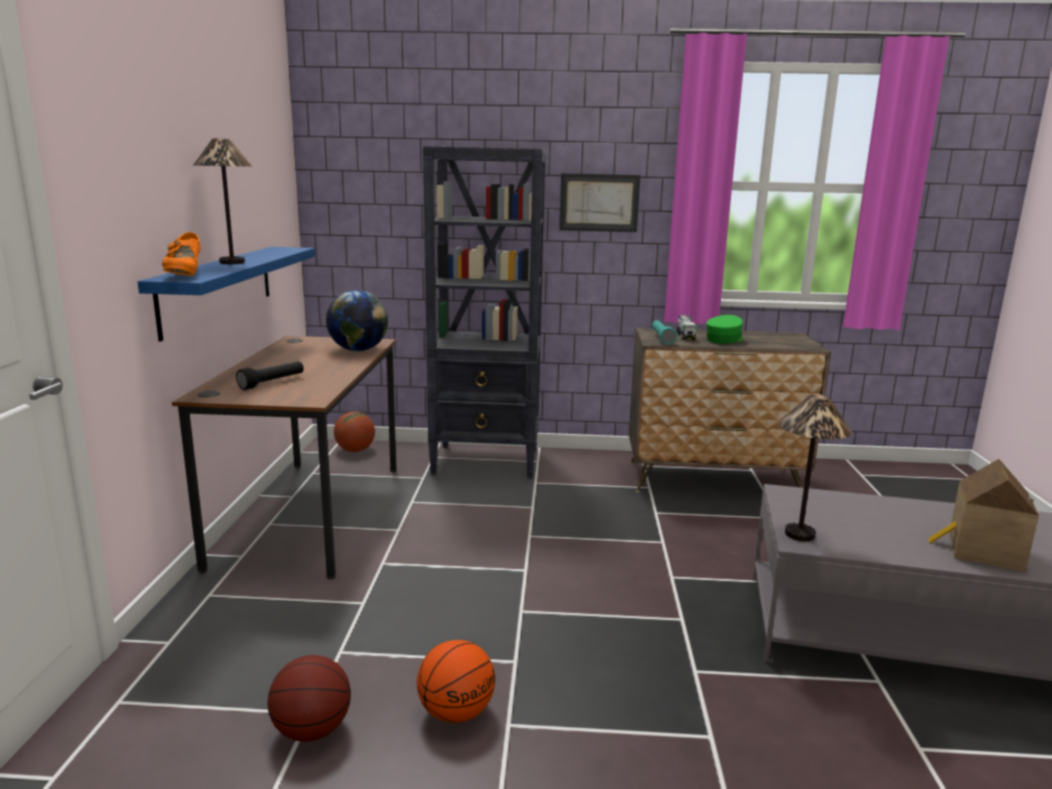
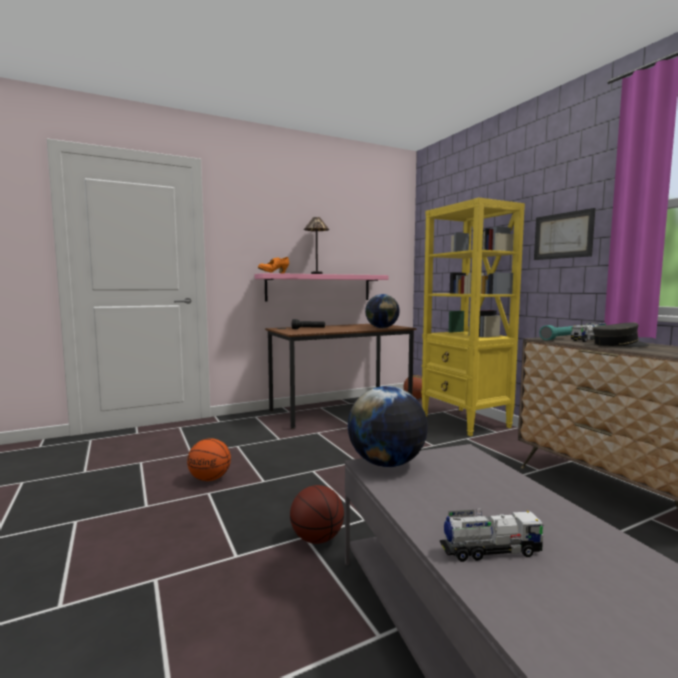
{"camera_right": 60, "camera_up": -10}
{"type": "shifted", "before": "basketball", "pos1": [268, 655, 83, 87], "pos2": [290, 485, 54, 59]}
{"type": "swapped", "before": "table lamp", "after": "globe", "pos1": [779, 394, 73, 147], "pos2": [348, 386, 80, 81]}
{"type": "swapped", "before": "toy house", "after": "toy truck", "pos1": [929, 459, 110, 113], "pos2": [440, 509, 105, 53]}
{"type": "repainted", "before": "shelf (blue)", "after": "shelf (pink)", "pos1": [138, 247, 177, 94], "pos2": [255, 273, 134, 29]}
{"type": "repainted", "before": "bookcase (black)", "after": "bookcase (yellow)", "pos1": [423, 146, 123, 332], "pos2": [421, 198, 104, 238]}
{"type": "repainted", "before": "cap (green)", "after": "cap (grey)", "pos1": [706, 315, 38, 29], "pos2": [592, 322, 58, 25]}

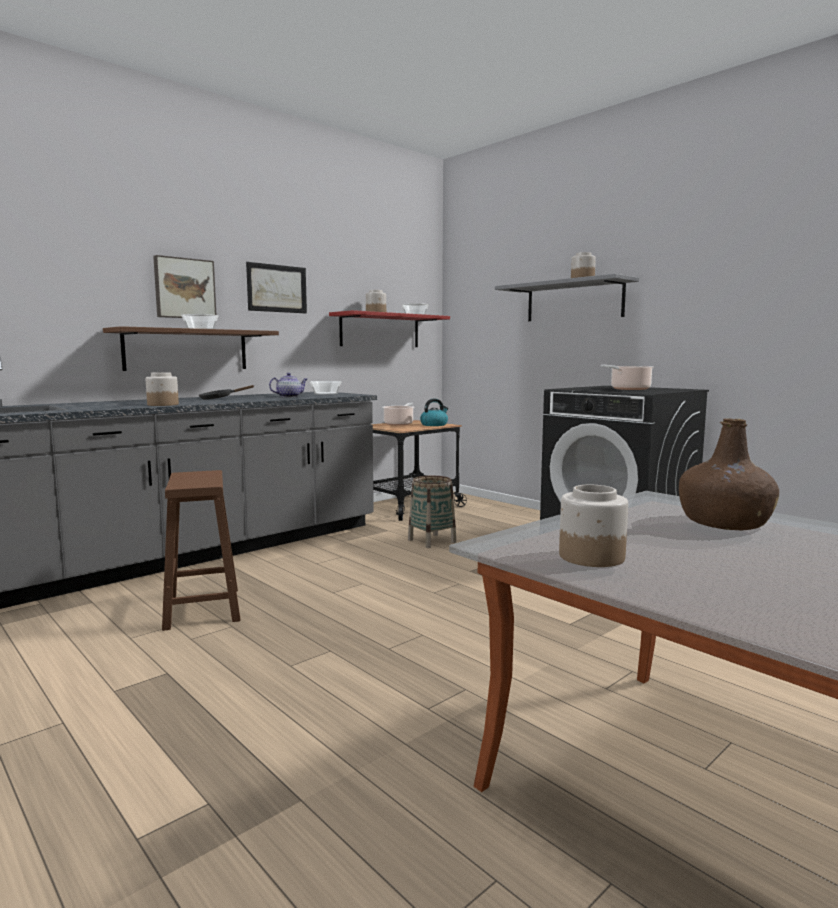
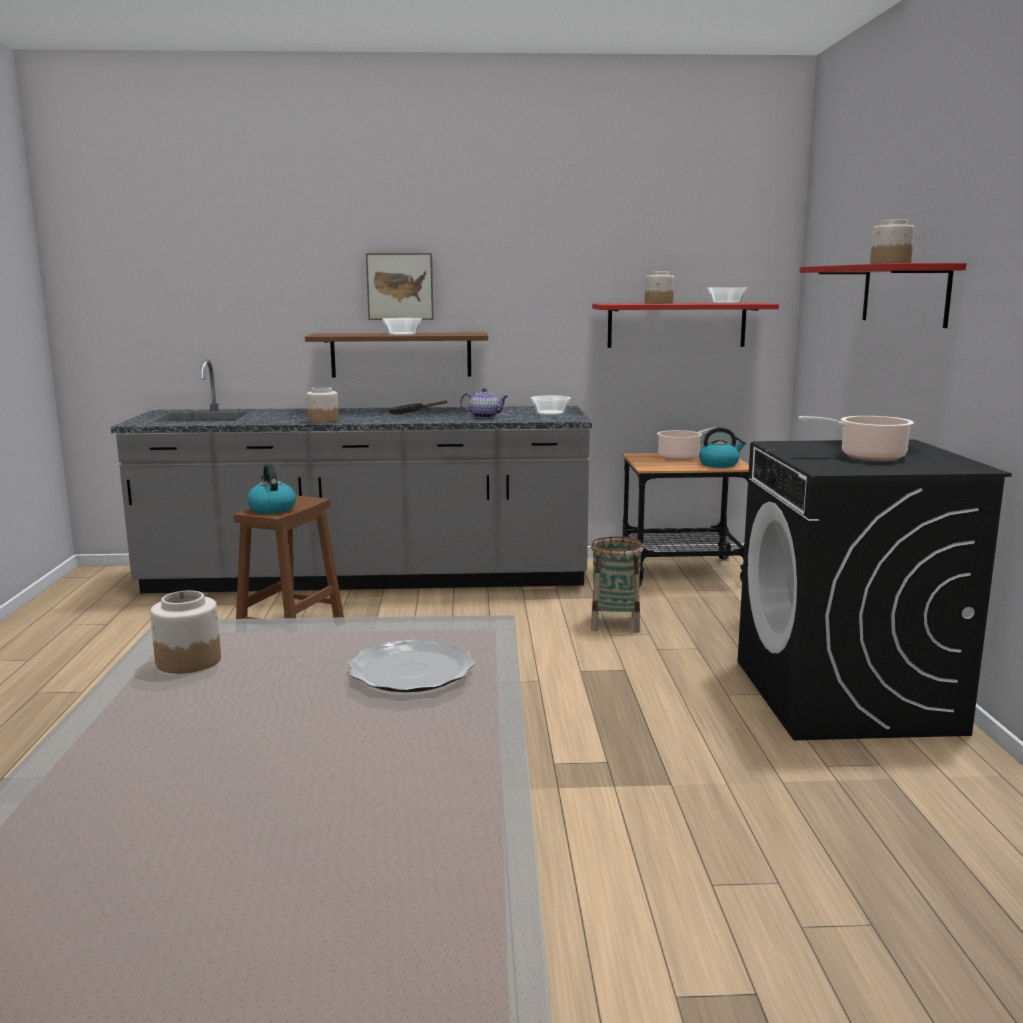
{"camera_right": 40, "camera_up": 5}
{"type": "gone", "before": "picture", "pos1": [246, 262, 61, 51]}
{"type": "new", "after": "kettle", "pos2": [247, 464, 49, 50]}
{"type": "swapped", "before": "bottle (brown)", "after": "plate", "pos1": [679, 418, 100, 112], "pos2": [348, 639, 127, 53]}
{"type": "repainted", "before": "shelf (grey)", "after": "shelf (red)", "pos1": [495, 274, 144, 47], "pos2": [800, 263, 166, 65]}

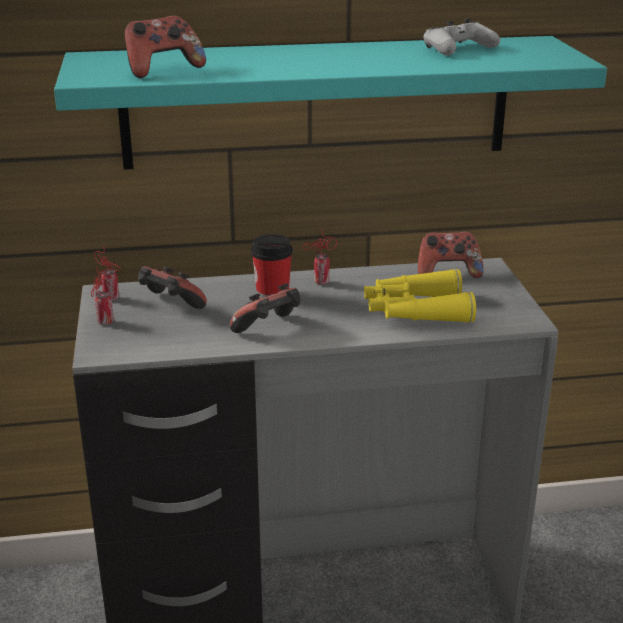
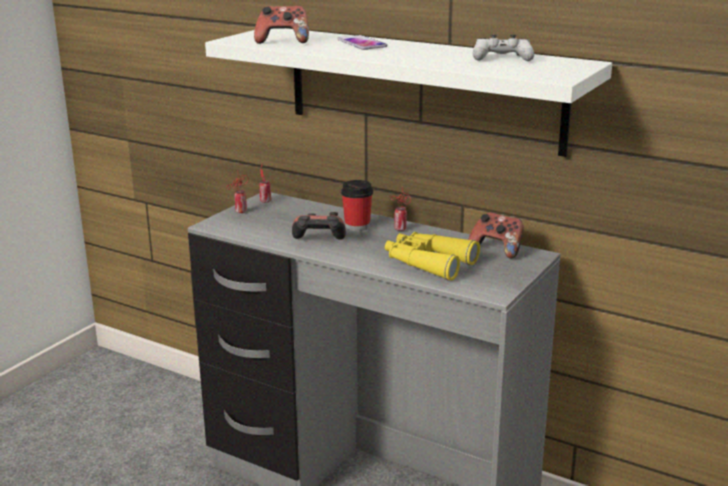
{"camera_right": 40, "camera_up": -5}
{"type": "gone", "before": "game controller", "pos1": [138, 266, 69, 43]}
{"type": "new", "after": "phone", "pos2": [338, 35, 49, 15]}
{"type": "repainted", "before": "shelf (turquoise)", "after": "shelf (white)", "pos1": [54, 36, 553, 134], "pos2": [205, 28, 407, 129]}

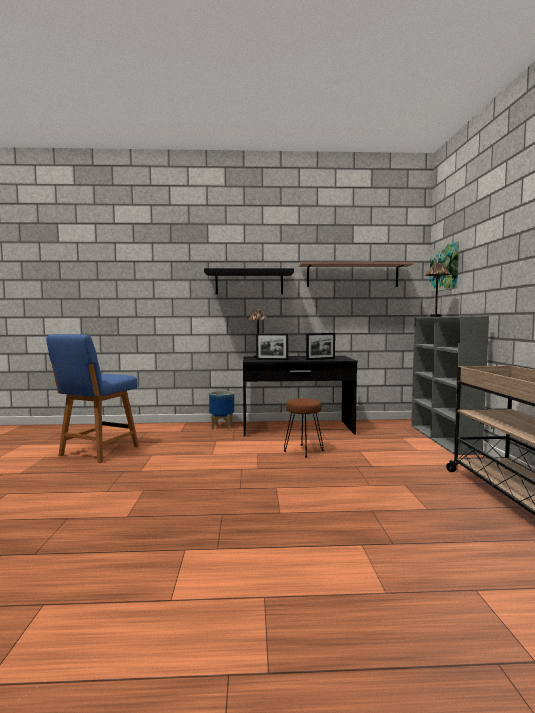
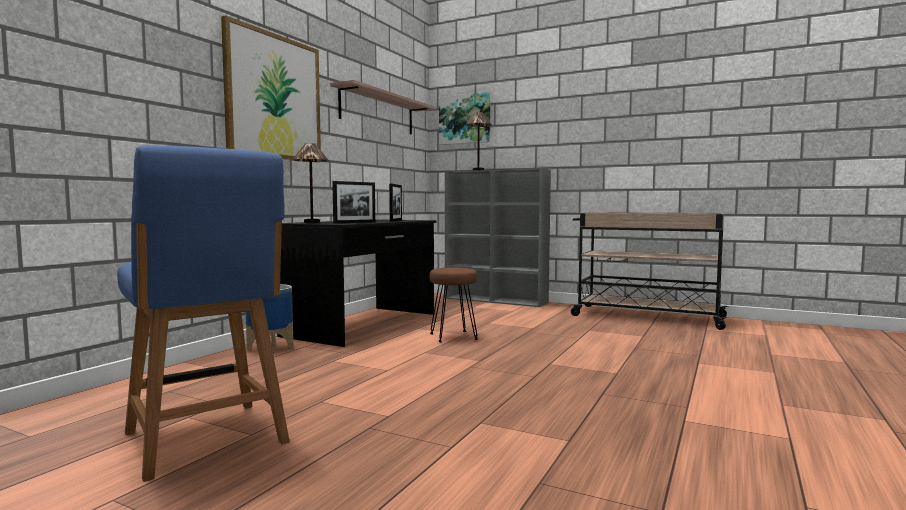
{"camera_right": -60, "camera_up": 0}
{"type": "swapped", "before": "shelf (black)", "after": "picture", "pos1": [204, 268, 90, 26], "pos2": [221, 15, 100, 148]}

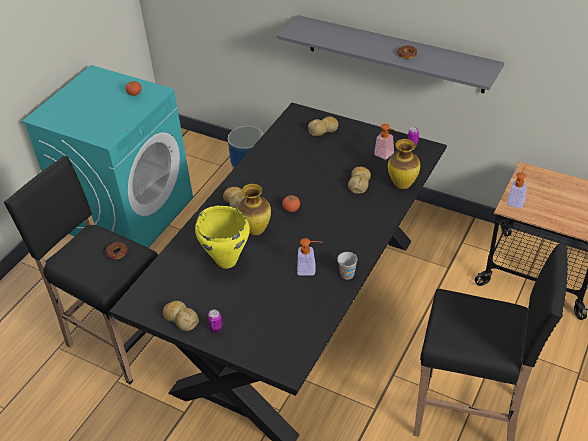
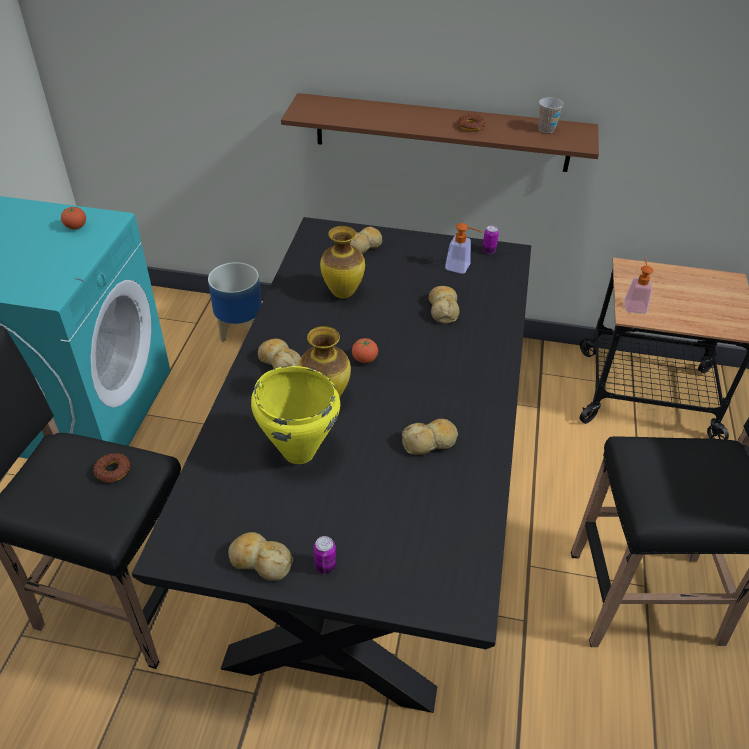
{"camera_right": -20, "camera_up": 0}
{"type": "shifted", "before": "cup", "pos1": [337, 252, 21, 28], "pos2": [538, 97, 26, 36]}
{"type": "shifted", "before": "vase", "pos1": [388, 139, 32, 50], "pos2": [320, 226, 45, 73]}
{"type": "swapped", "before": "soap dispenser", "after": "bread", "pos1": [297, 238, 26, 38], "pos2": [402, 419, 56, 36]}
{"type": "repainted", "before": "shelf (grey)", "after": "shelf (brown)", "pos1": [277, 15, 227, 78], "pos2": [281, 93, 318, 79]}

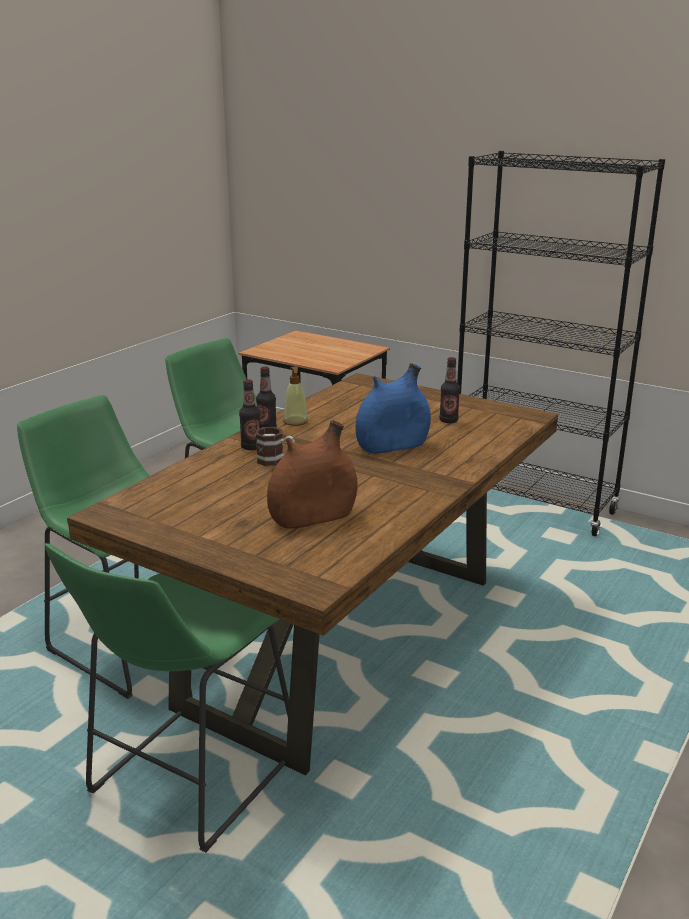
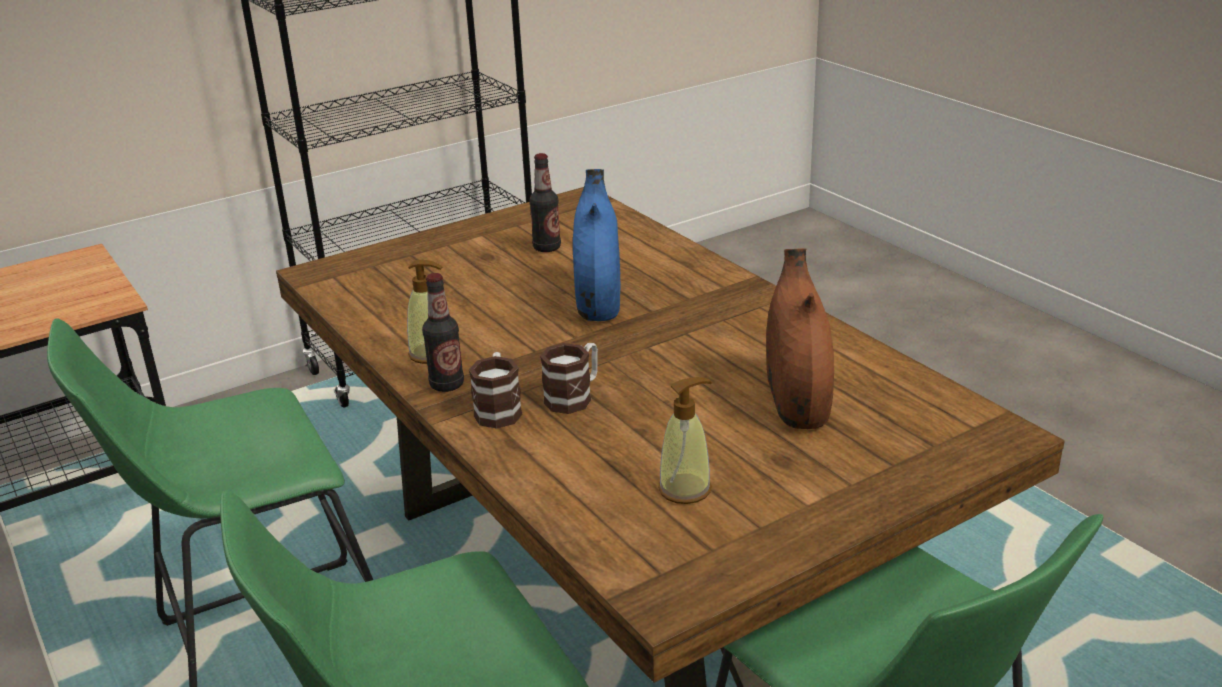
{"camera_right": -65, "camera_up": 5}
{"type": "new", "after": "soap dispenser", "pos2": [658, 377, 54, 127]}
{"type": "swapped", "before": "bottle", "after": "mug", "pos1": [239, 379, 21, 71], "pos2": [469, 352, 53, 77]}

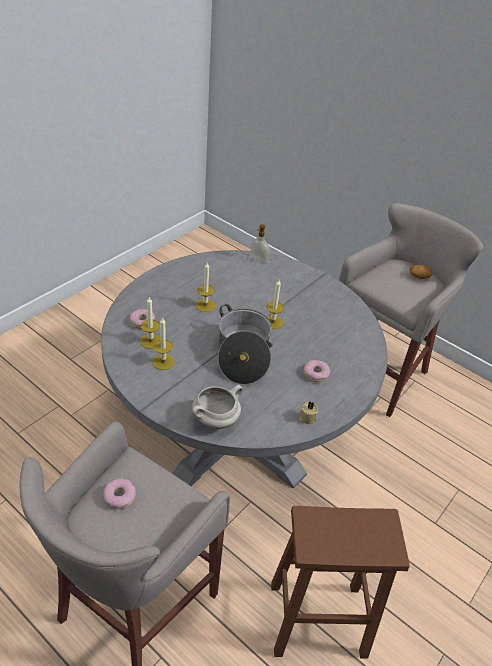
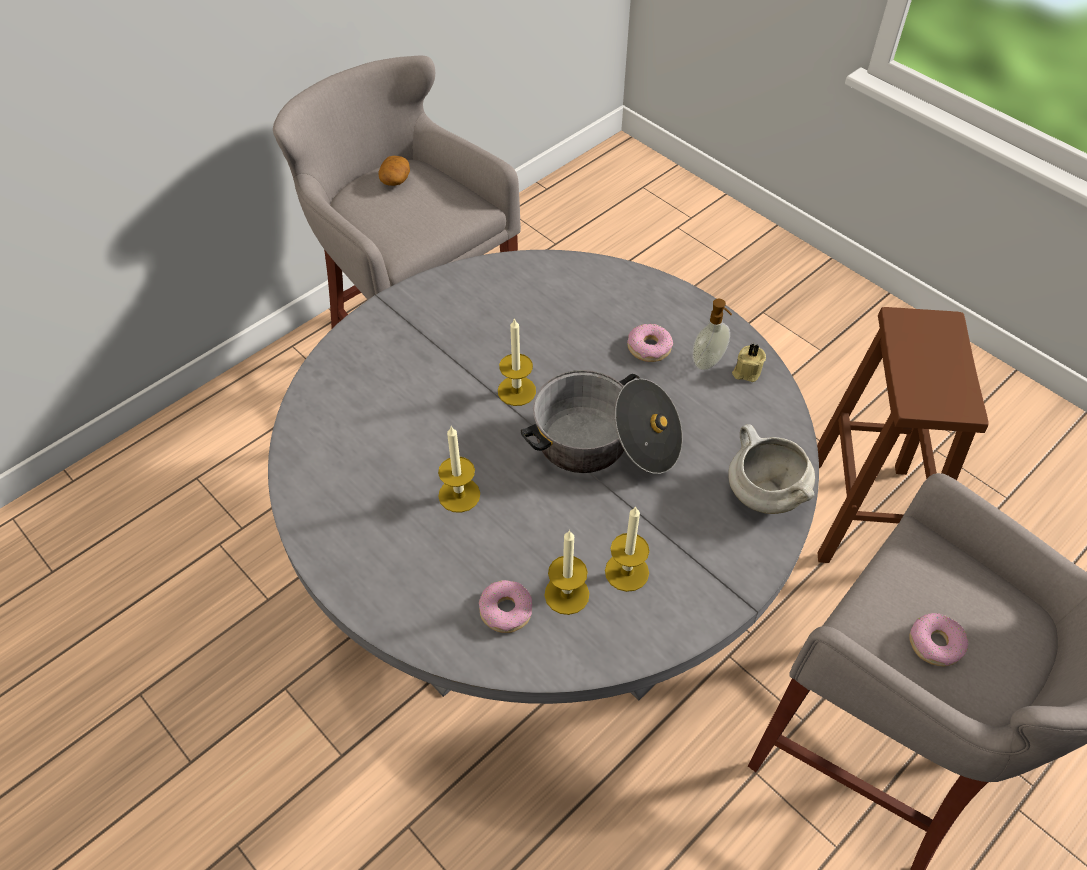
{"camera_right": -80, "camera_up": 10}
{"type": "shifted", "before": "soap dispenser", "pos1": [250, 224, 19, 39], "pos2": [692, 299, 40, 72]}

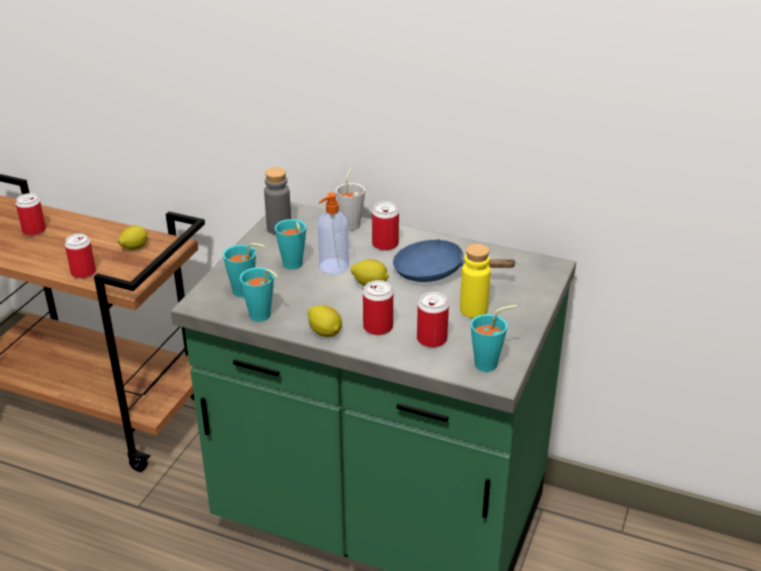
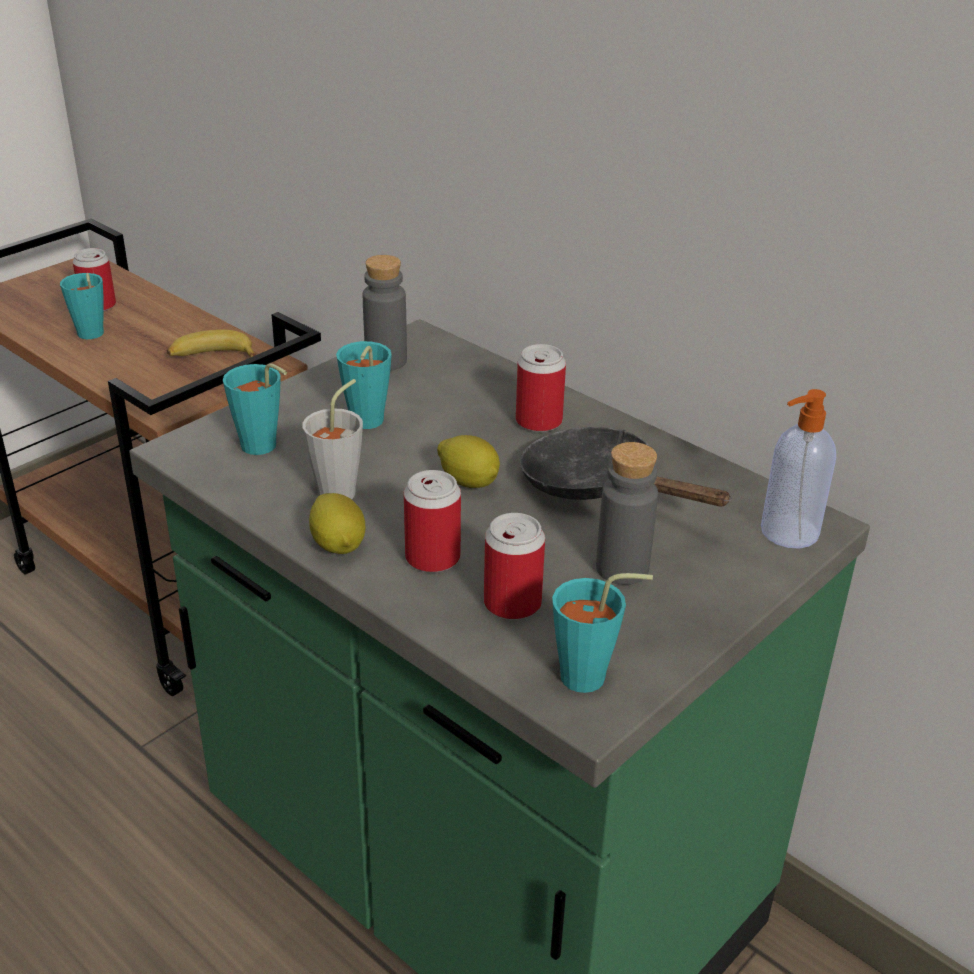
{"camera_right": 20, "camera_up": 0}
{"type": "gone", "before": "can", "pos1": [65, 233, 31, 46]}
{"type": "shifted", "before": "cup (turquoise)", "pos1": [240, 267, 38, 55], "pos2": [60, 273, 44, 66]}
{"type": "shifted", "before": "soap dispenser", "pos1": [317, 192, 32, 82], "pos2": [761, 389, 75, 160]}
{"type": "shifted", "before": "cup (grey)", "pos1": [336, 168, 29, 63], "pos2": [302, 379, 61, 120]}
{"type": "swapped", "before": "lemon", "after": "banana", "pos1": [118, 225, 29, 25], "pos2": [167, 329, 90, 29]}
{"type": "repainted", "before": "frying pan (blue)", "after": "frying pan (black)", "pos1": [393, 239, 124, 43], "pos2": [520, 427, 212, 80]}
{"type": "repainted", "before": "bottle (yellow)", "after": "bottle (grey)", "pos1": [460, 244, 31, 74], "pos2": [596, 442, 62, 143]}

